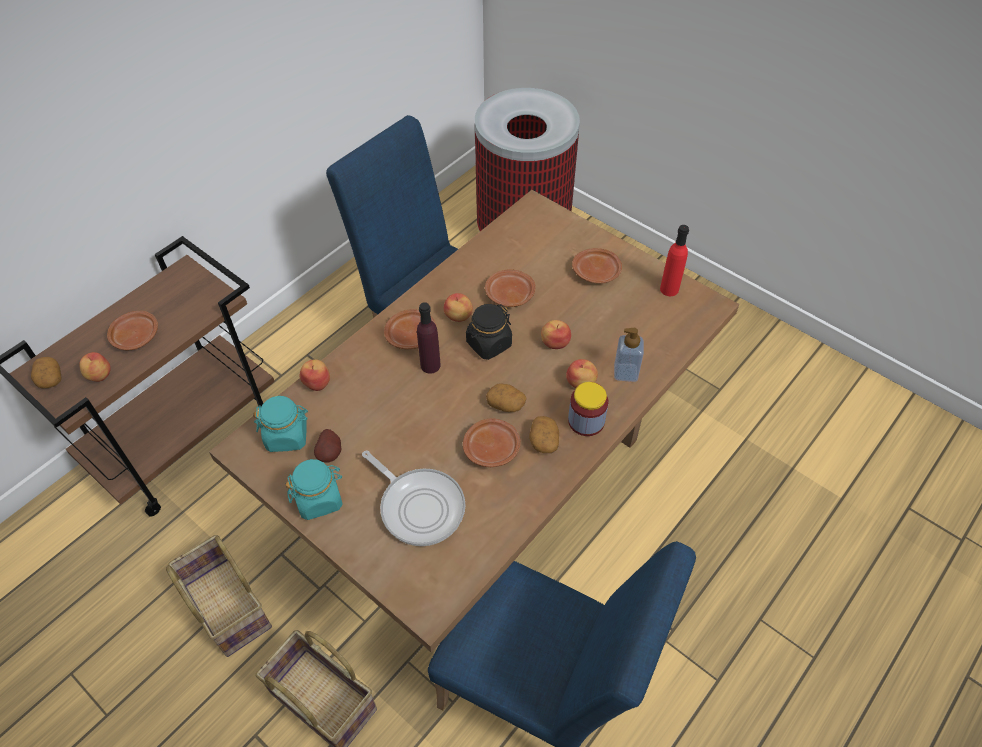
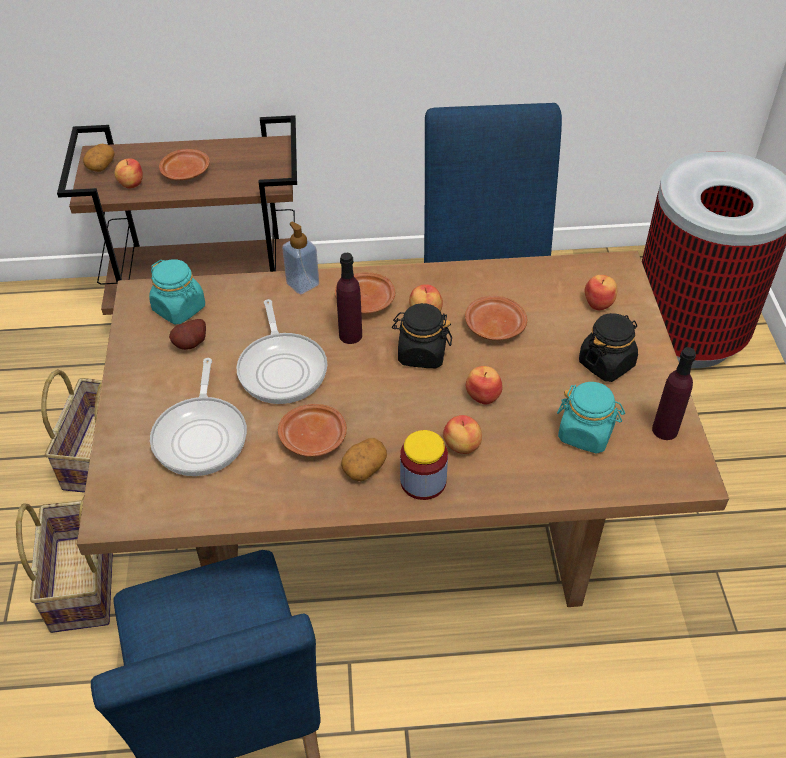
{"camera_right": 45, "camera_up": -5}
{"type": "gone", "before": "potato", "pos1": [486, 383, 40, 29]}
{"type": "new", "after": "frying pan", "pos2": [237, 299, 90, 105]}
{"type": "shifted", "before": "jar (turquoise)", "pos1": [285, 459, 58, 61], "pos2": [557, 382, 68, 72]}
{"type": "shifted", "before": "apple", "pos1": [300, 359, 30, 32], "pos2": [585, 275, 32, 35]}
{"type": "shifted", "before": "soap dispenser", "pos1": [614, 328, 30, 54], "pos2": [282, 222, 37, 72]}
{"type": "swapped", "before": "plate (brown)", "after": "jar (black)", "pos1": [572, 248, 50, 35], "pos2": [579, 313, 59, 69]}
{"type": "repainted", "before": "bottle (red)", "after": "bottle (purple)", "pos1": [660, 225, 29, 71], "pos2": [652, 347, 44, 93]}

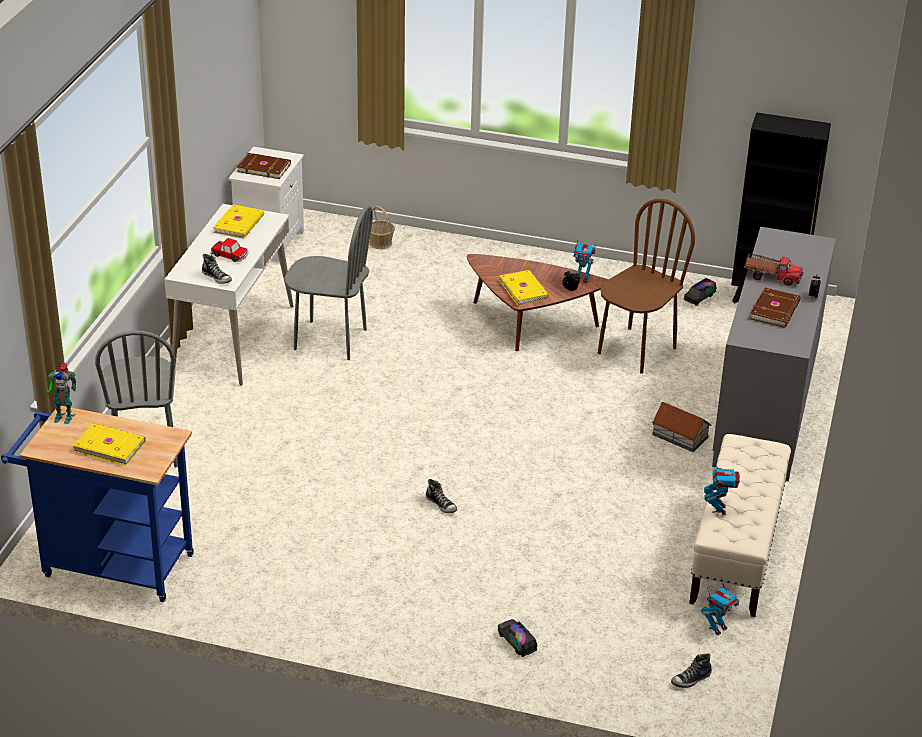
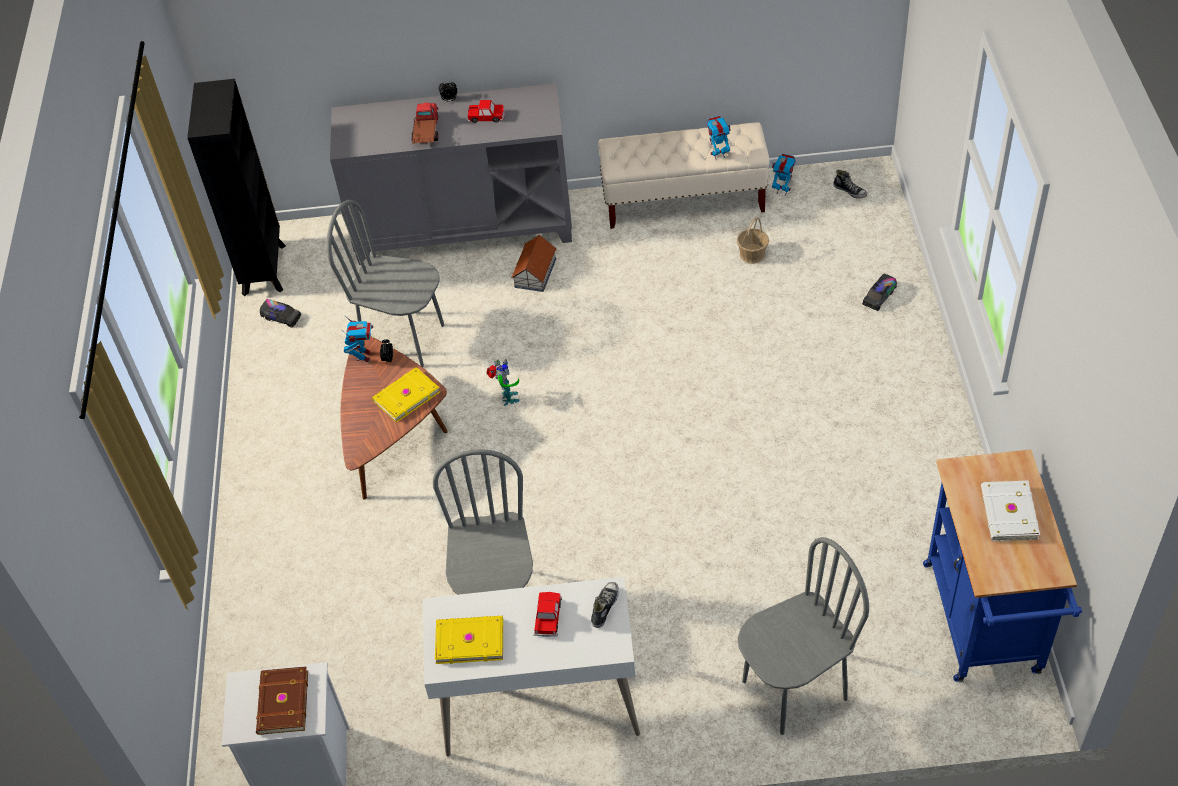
{"camera_right": -105, "camera_up": 15}
{"type": "gone", "before": "shoe", "pos1": [426, 479, 31, 34]}
{"type": "shifted", "before": "toy robot", "pos1": [46, 363, 30, 61], "pos2": [486, 359, 34, 47]}
{"type": "shifted", "before": "basket", "pos1": [369, 206, 26, 43], "pos2": [737, 217, 32, 47]}
{"type": "swapped", "before": "book (brown)", "after": "toy car", "pos1": [750, 287, 51, 41], "pos2": [468, 100, 37, 23]}
{"type": "repainted", "before": "book (yellow)", "after": "book (white)", "pos1": [73, 423, 73, 43], "pos2": [981, 481, 59, 60]}
{"type": "repainted", "before": "chair (brown)", "after": "chair (grey)", "pos1": [598, 199, 97, 175], "pos2": [327, 200, 117, 167]}

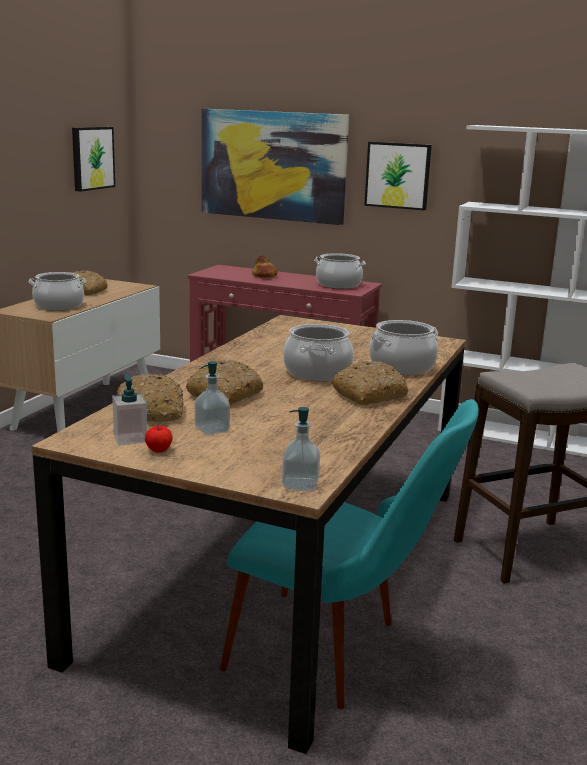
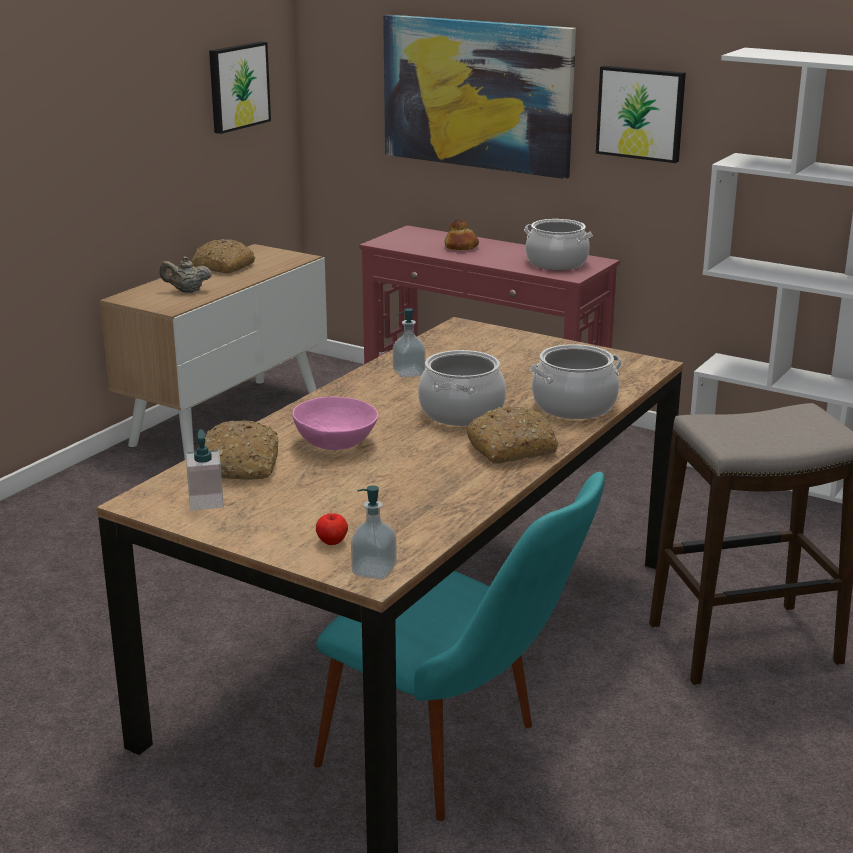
{"camera_right": 10, "camera_up": 5}
{"type": "shifted", "before": "apple", "pos1": [145, 426, 27, 27], "pos2": [316, 513, 32, 32]}
{"type": "shifted", "before": "soap dispenser", "pos1": [195, 361, 35, 74], "pos2": [393, 308, 32, 70]}
{"type": "swapped", "before": "cooking pot", "after": "teapot (beige)", "pos1": [29, 272, 57, 39], "pos2": [160, 256, 52, 37]}
{"type": "swapped", "before": "bread", "after": "bowl (pink)", "pos1": [186, 360, 77, 45], "pos2": [292, 397, 86, 53]}

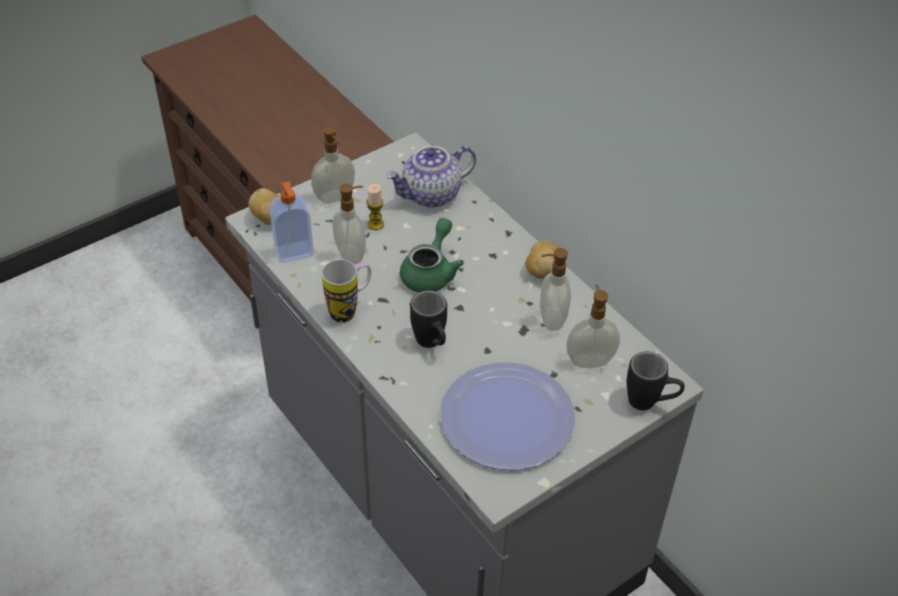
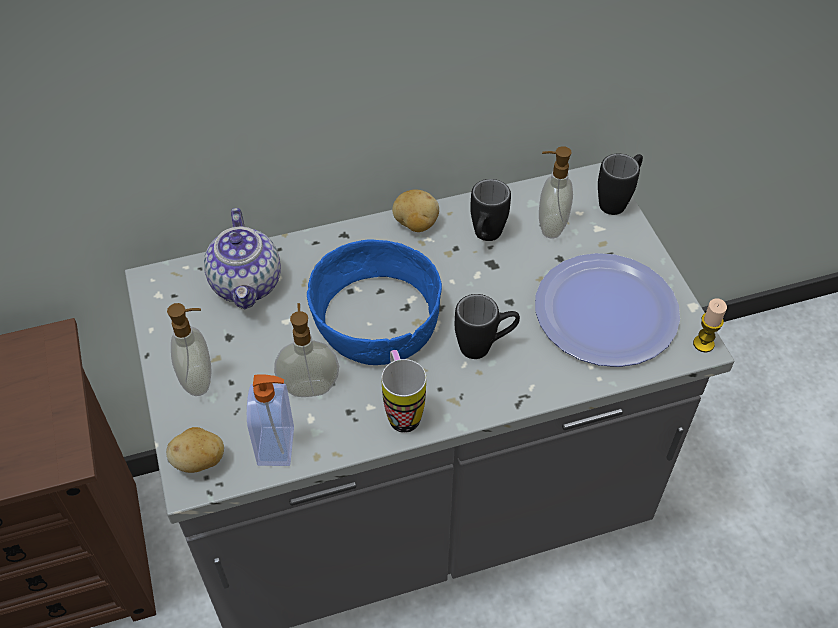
{"camera_right": -70, "camera_up": 5}
{"type": "shifted", "before": "candle", "pos1": [366, 184, 18, 46], "pos2": [693, 298, 34, 54]}
{"type": "swapped", "before": "teapot (green)", "after": "bowl (blue)", "pos1": [400, 218, 64, 74], "pos2": [307, 239, 135, 126]}
{"type": "swapped", "before": "soap dispenser", "after": "mug (black)", "pos1": [540, 248, 31, 83], "pos2": [470, 179, 41, 62]}

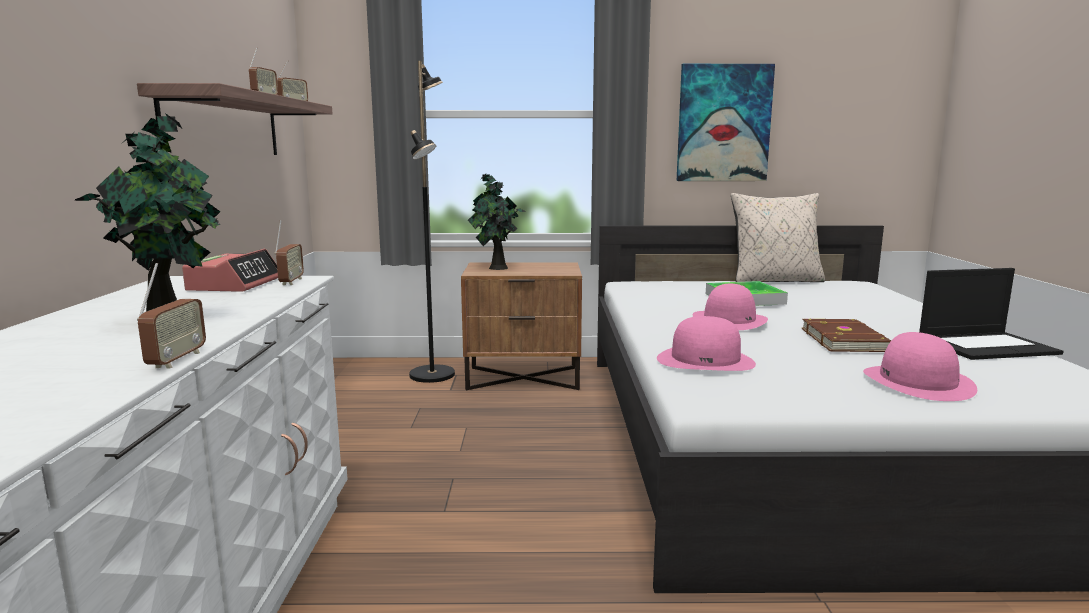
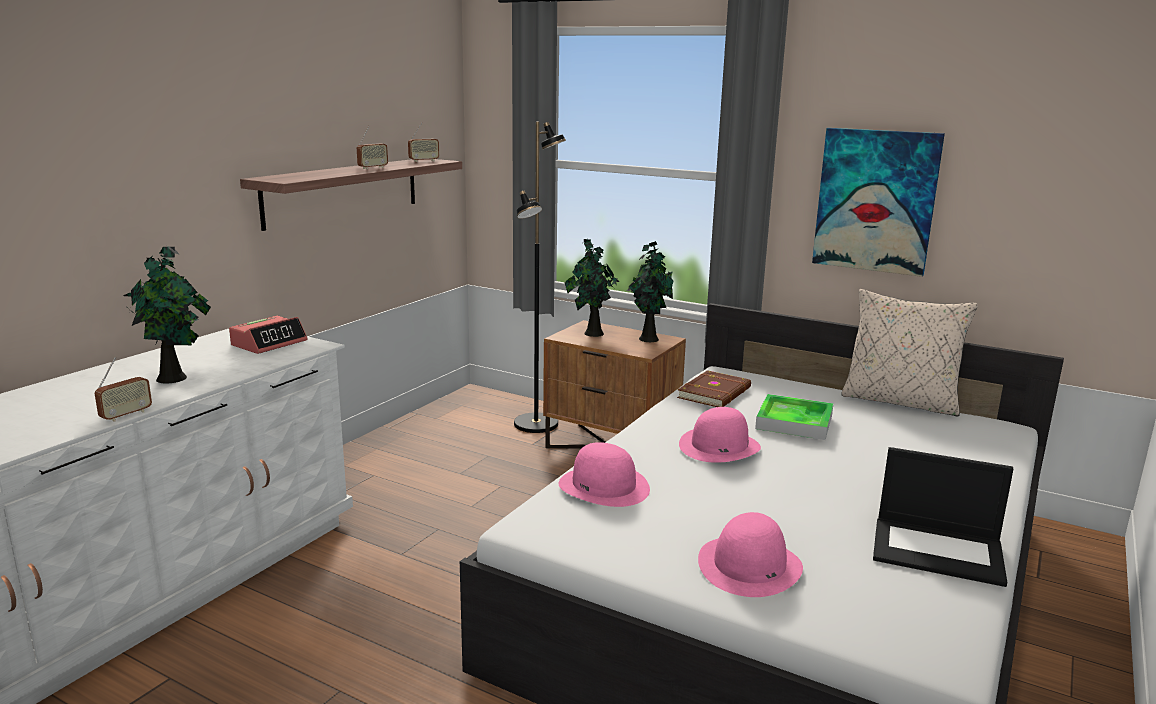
{"camera_right": 30, "camera_up": 5}
{"type": "gone", "before": "radio", "pos1": [274, 220, 30, 65]}
{"type": "new", "after": "potted plant", "pos2": [627, 241, 47, 101]}
{"type": "shifted", "before": "book (brown)", "pos1": [801, 319, 90, 33], "pos2": [677, 370, 74, 37]}

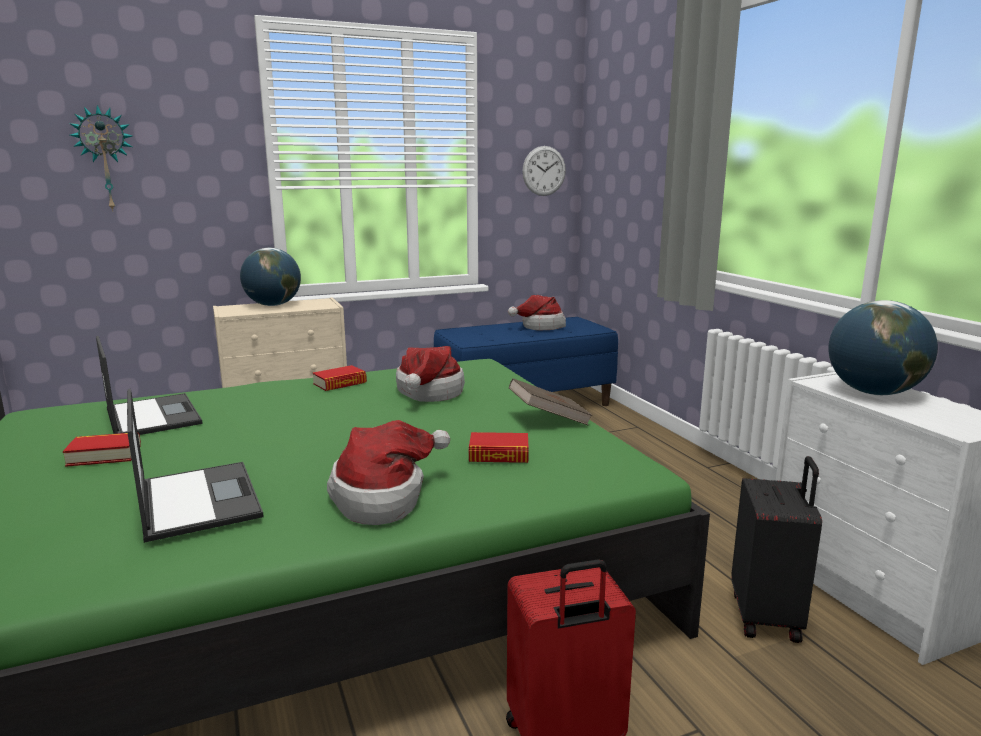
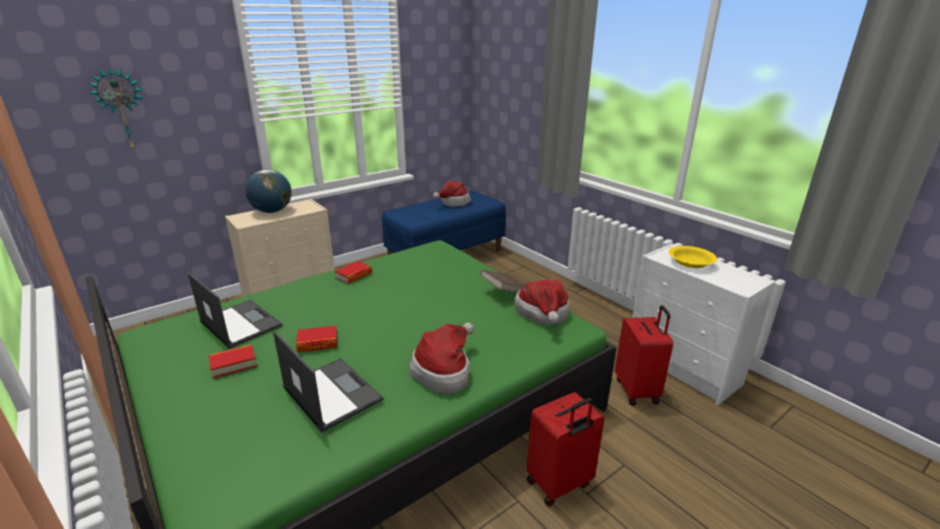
{"camera_right": -15, "camera_up": 10}
{"type": "gone", "before": "wall clock", "pos1": [522, 146, 44, 50]}
{"type": "shifted", "before": "hat", "pos1": [396, 346, 69, 56], "pos2": [514, 280, 56, 45]}
{"type": "shifted", "before": "book", "pos1": [469, 432, 60, 31], "pos2": [296, 326, 42, 26]}
{"type": "swapped", "before": "globe", "after": "bowl (yellow)", "pos1": [828, 300, 110, 95], "pos2": [669, 246, 48, 22]}
{"type": "repainted", "before": "suitcase (black)", "after": "suitcase (red)", "pos1": [731, 456, 91, 187], "pos2": [615, 305, 58, 101]}

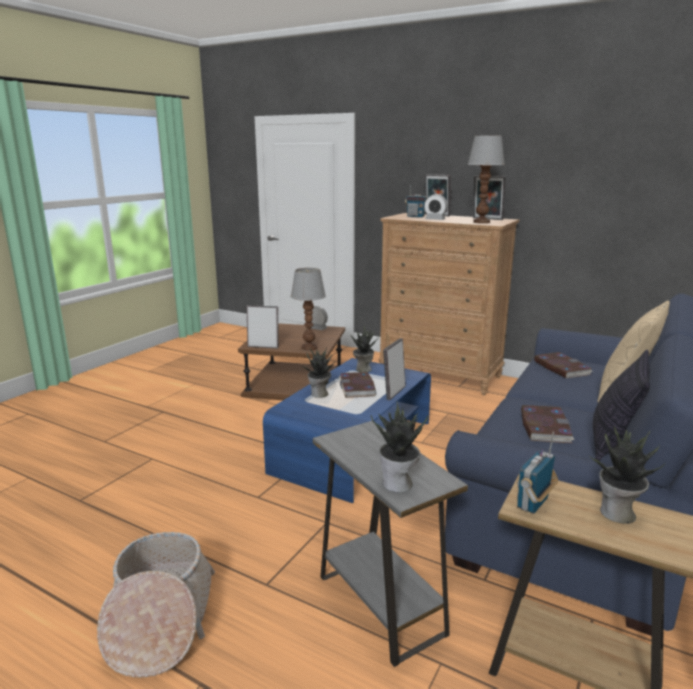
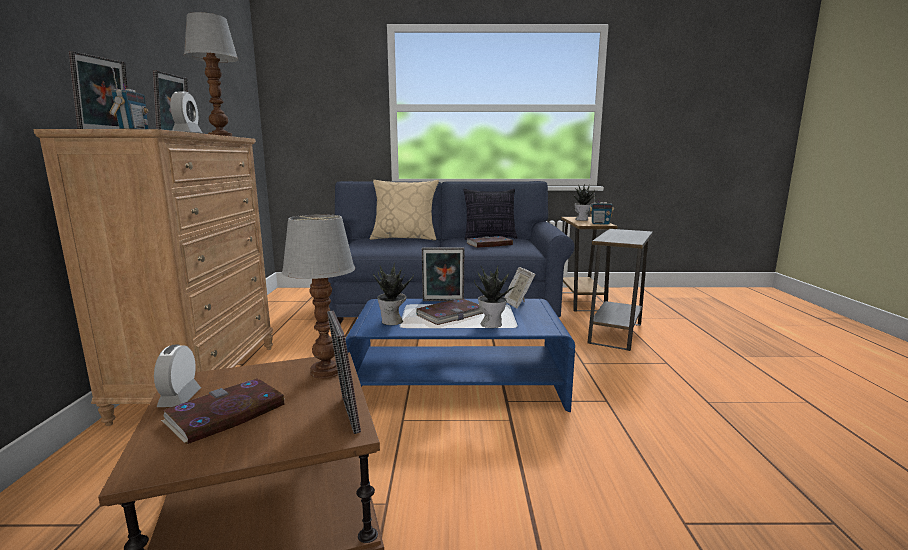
{"camera_right": -120, "camera_up": -5}
{"type": "gone", "before": "basket", "pos1": [97, 532, 118, 146]}
{"type": "gone", "before": "potted plant", "pos1": [371, 400, 57, 93]}
{"type": "new", "after": "picture frame", "pos2": [504, 267, 32, 42]}
{"type": "shifted", "before": "book", "pos1": [534, 352, 59, 26], "pos2": [161, 378, 124, 66]}

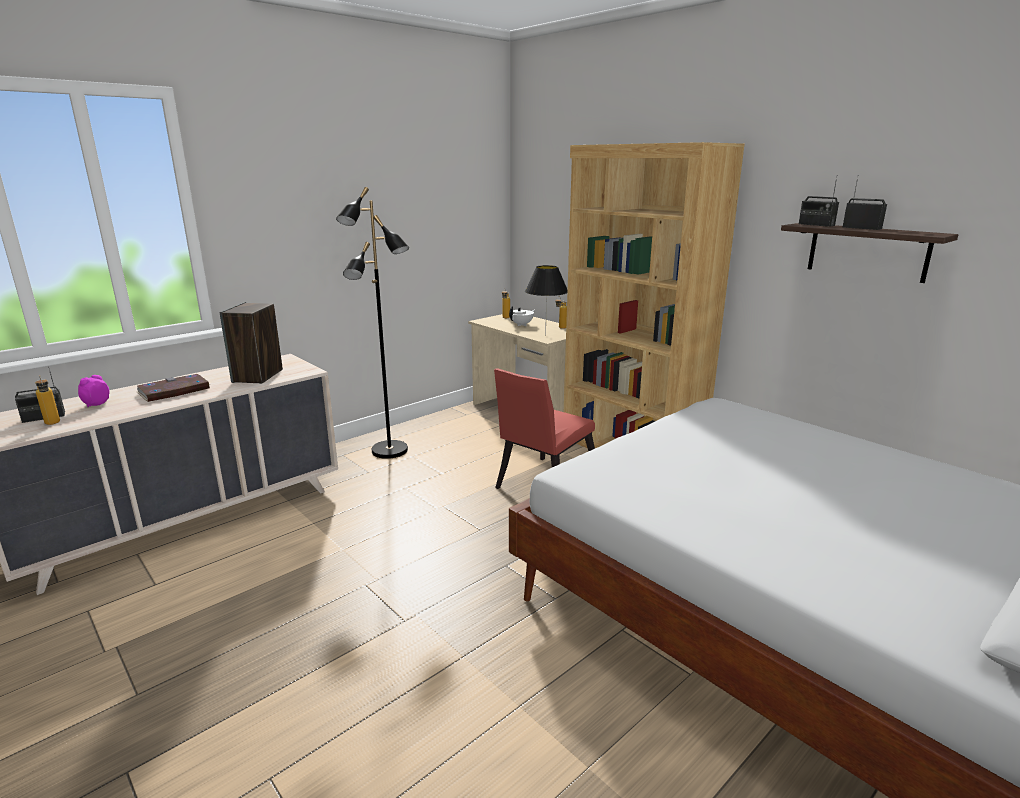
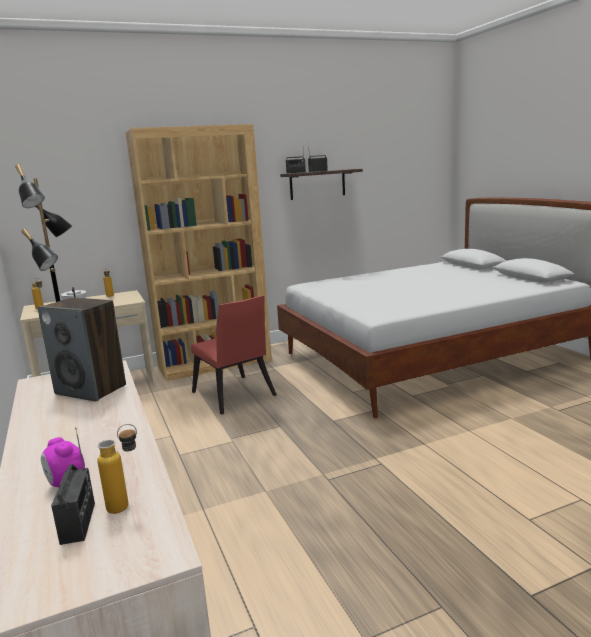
{"camera_right": -70, "camera_up": -5}
{"type": "gone", "before": "book", "pos1": [136, 374, 74, 28]}
{"type": "gone", "before": "table lamp (black)", "pos1": [525, 265, 43, 71]}

